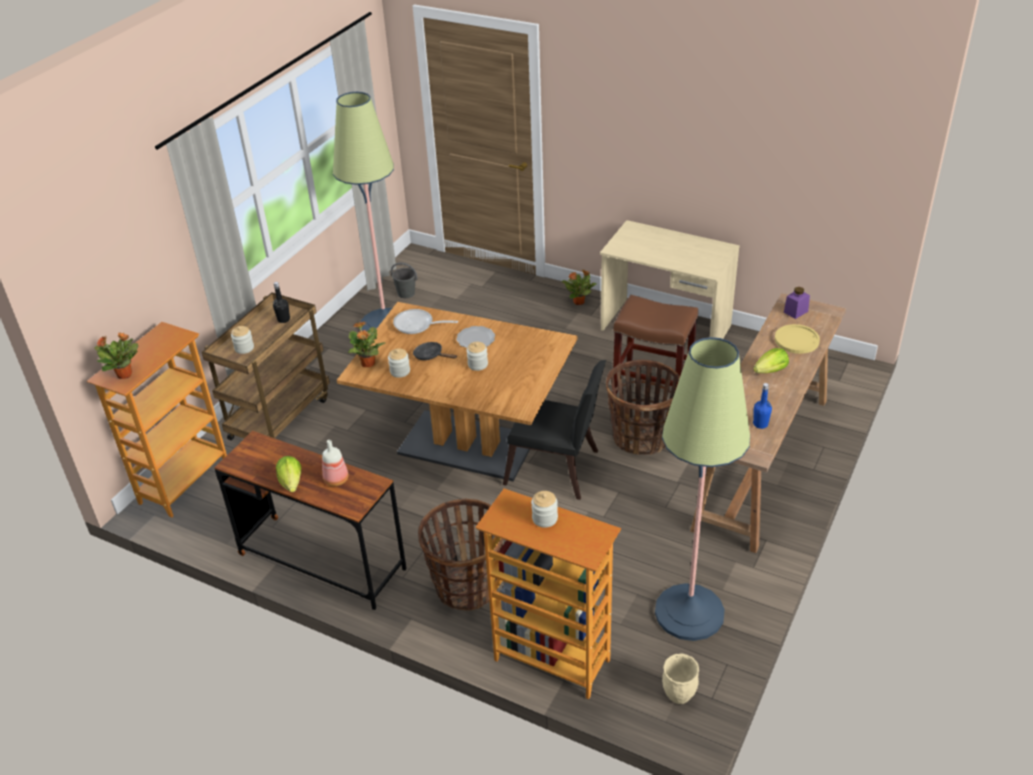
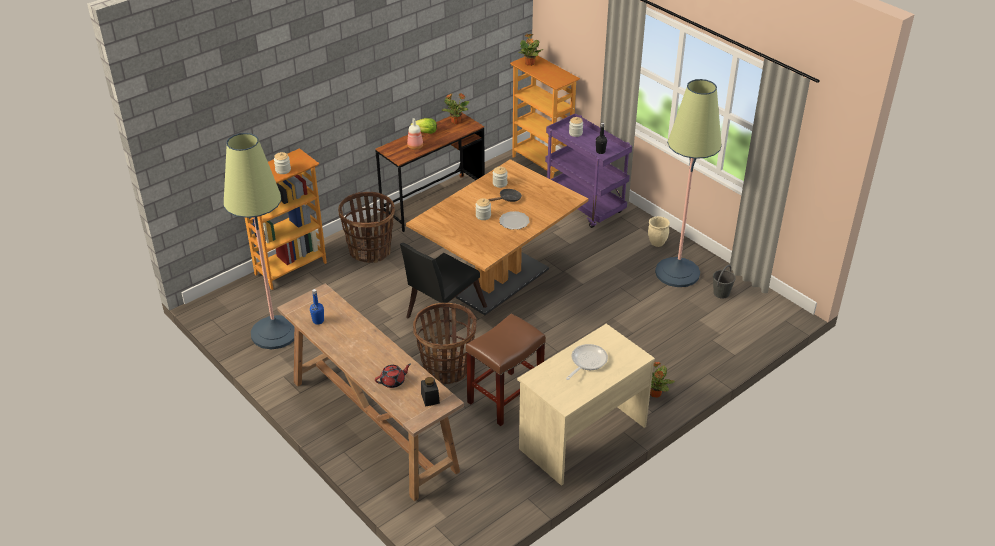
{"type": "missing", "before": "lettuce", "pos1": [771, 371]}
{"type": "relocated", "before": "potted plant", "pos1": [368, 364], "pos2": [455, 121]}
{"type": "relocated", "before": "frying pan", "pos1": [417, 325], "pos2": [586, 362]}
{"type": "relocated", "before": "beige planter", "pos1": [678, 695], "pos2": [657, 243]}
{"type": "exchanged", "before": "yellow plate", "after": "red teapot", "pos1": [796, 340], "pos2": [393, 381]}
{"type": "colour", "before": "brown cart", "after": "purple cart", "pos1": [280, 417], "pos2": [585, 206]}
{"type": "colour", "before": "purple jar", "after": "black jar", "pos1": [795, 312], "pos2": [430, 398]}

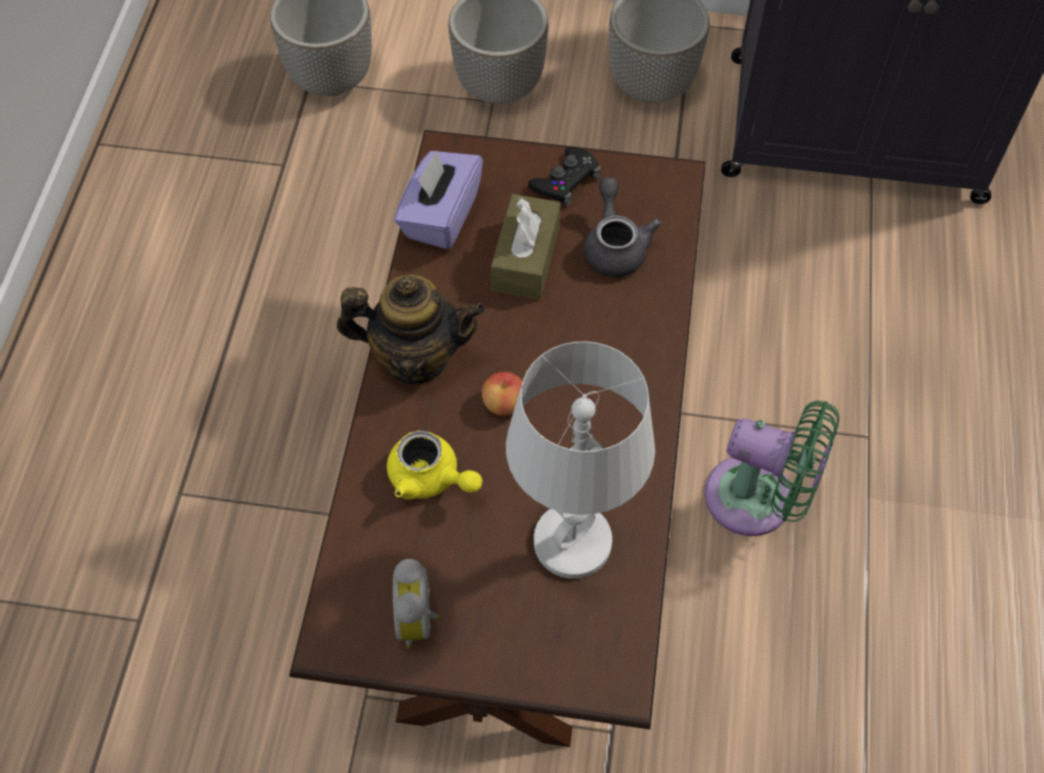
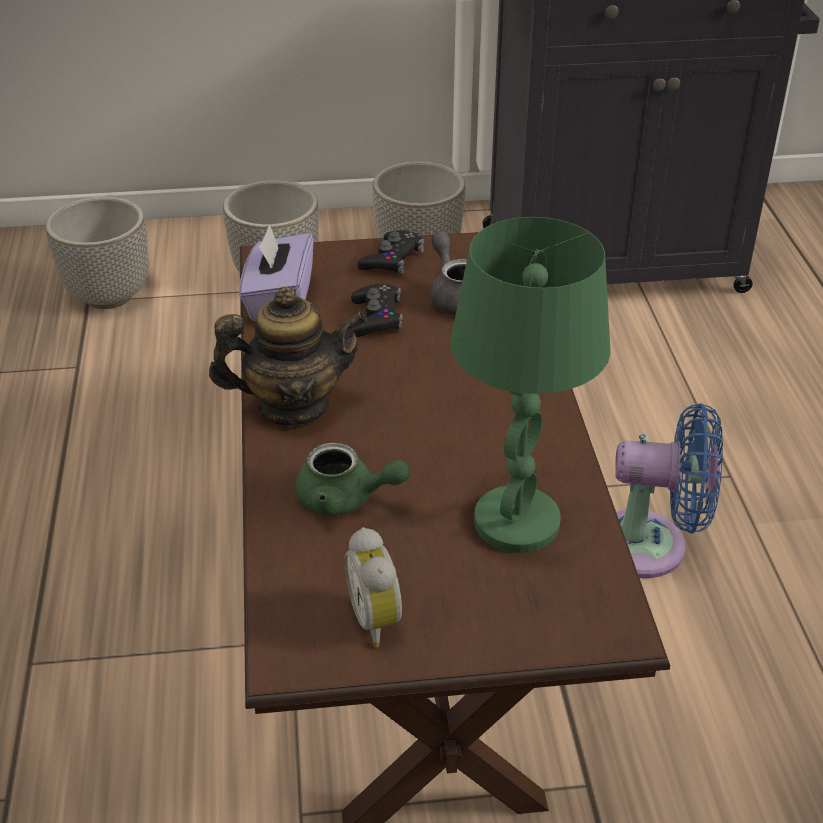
{"type": "missing", "before": "apple", "pos1": [504, 403]}
{"type": "exchanged", "before": "brown tissue box", "after": "black game controller", "pos1": [526, 258], "pos2": [376, 318]}
{"type": "colour", "before": "yellow teapot", "after": "green teapot", "pos1": [431, 479], "pos2": [346, 499]}
{"type": "colour", "before": "white table lamp", "after": "green table lamp", "pos1": [572, 541], "pos2": [516, 521]}
{"type": "colour", "before": "green fan", "after": "blue fan", "pos1": [758, 500], "pos2": [650, 546]}

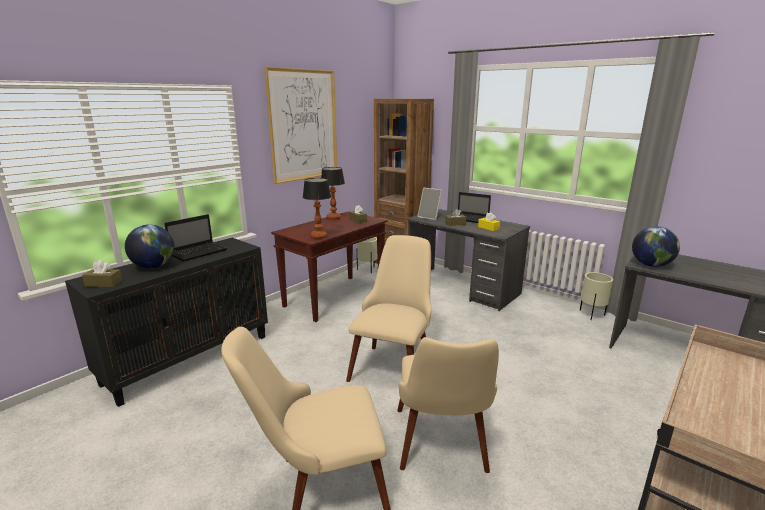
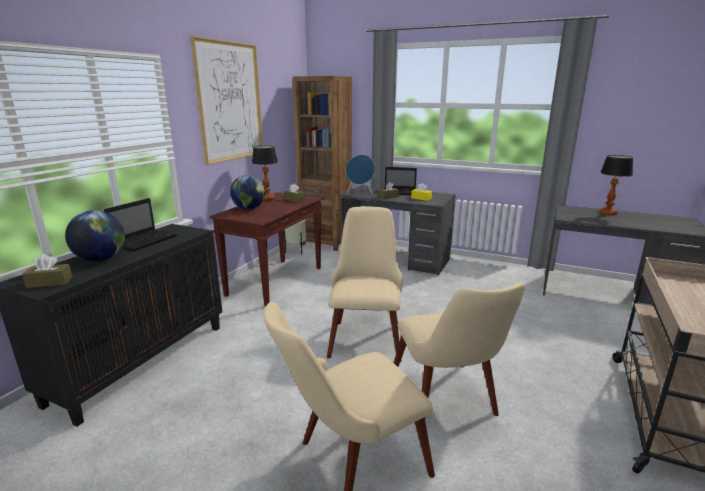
{"type": "missing", "before": "beige planter", "pos1": [592, 315]}
{"type": "relocated", "before": "table lamp", "pos1": [318, 236], "pos2": [607, 213]}
{"type": "relocated", "before": "globe", "pos1": [651, 265], "pos2": [249, 208]}
{"type": "exchanged", "before": "picture frame", "after": "blue speaker", "pos1": [430, 217], "pos2": [360, 193]}

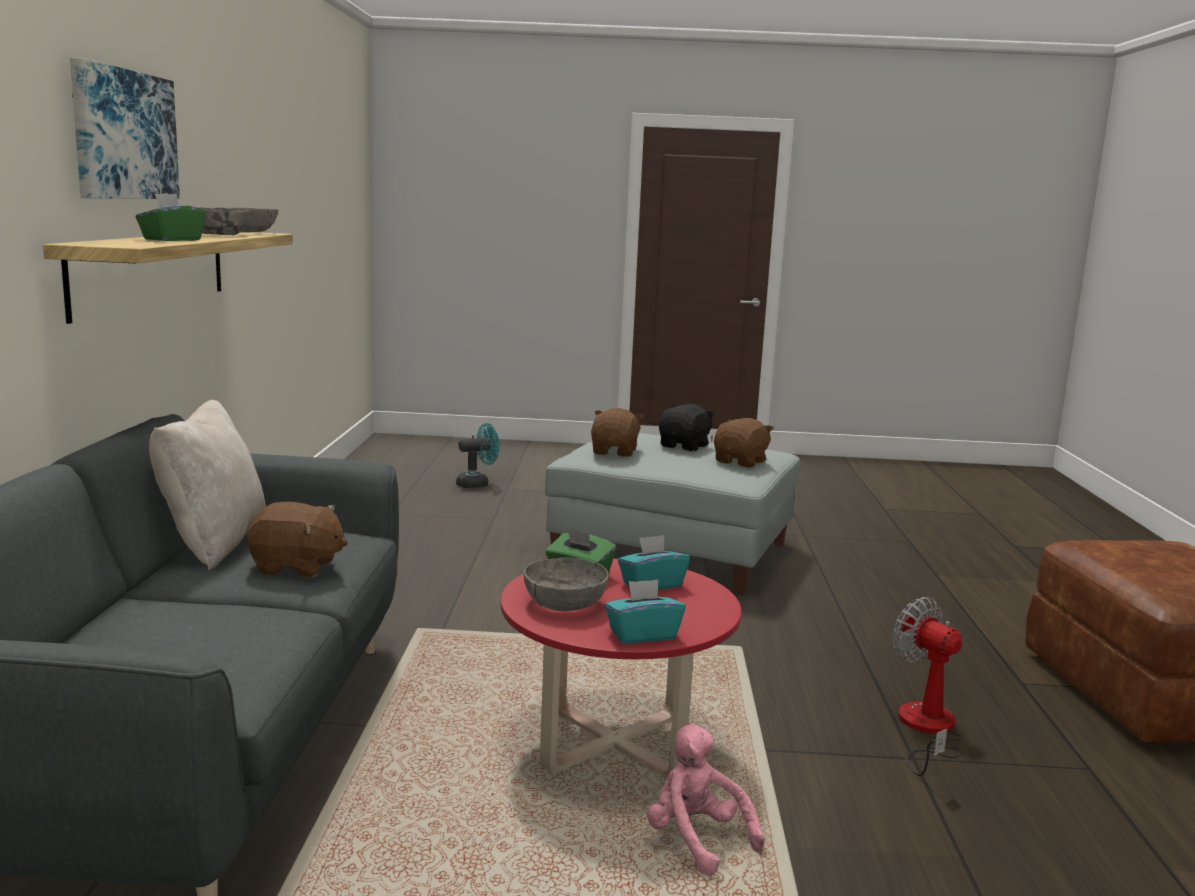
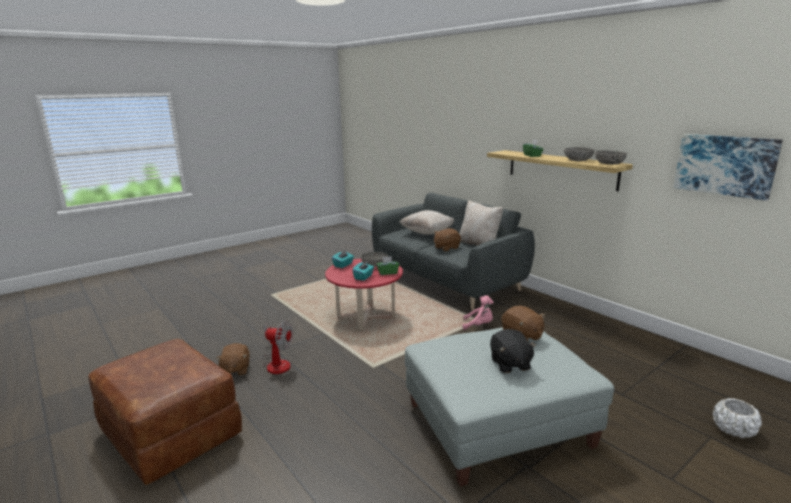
{"type": "appeared", "after": "beige pillow", "pos2": [427, 232]}
{"type": "relocated", "before": "picture", "pos1": [123, 135], "pos2": [724, 165]}
{"type": "relocated", "before": "pink plush toy", "pos1": [696, 839], "pos2": [479, 325]}
{"type": "relocated", "before": "brown plush toy", "pos1": [741, 462], "pos2": [235, 370]}
{"type": "exchanged", "before": "turquoise fan", "after": "white planter", "pos1": [477, 484], "pos2": [733, 430]}

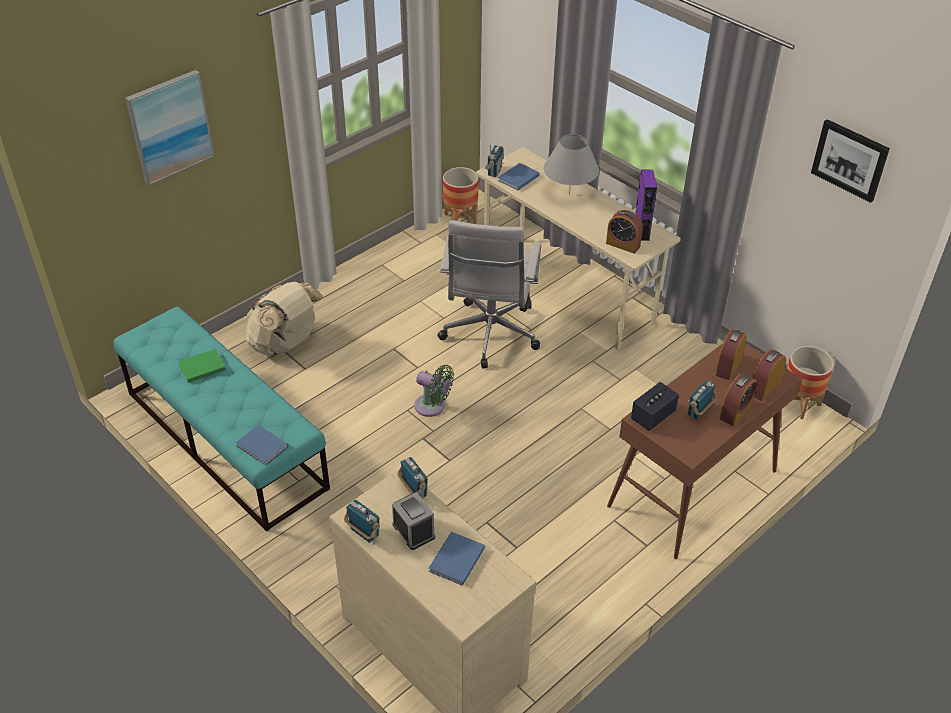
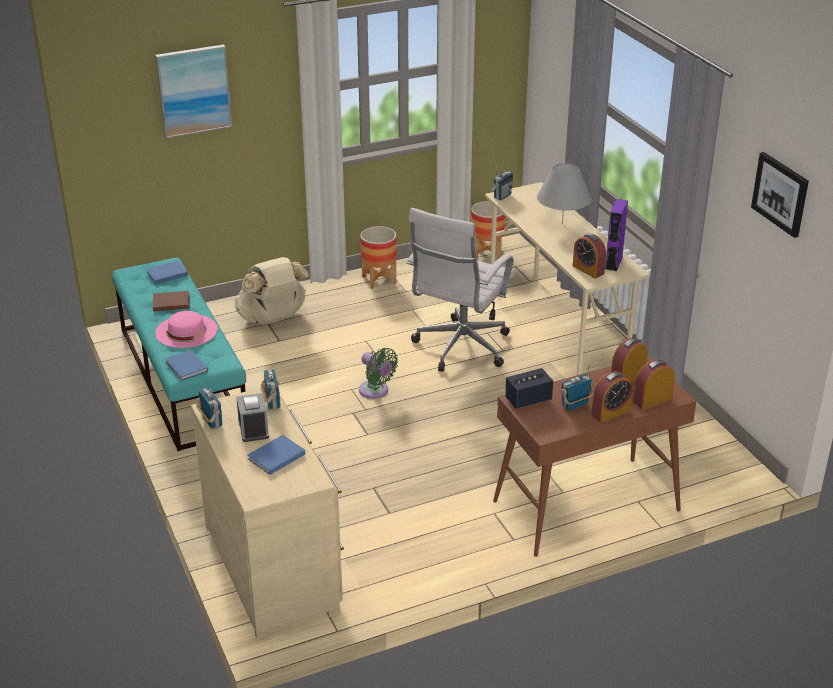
{"type": "appeared", "after": "pink hat", "pos2": [186, 331]}
{"type": "relocated", "before": "blue book", "pos1": [517, 178], "pos2": [166, 274]}
{"type": "relocated", "before": "planter", "pos1": [799, 403], "pos2": [379, 280]}
{"type": "colour", "before": "green book", "after": "brown book", "pos1": [201, 367], "pos2": [170, 302]}

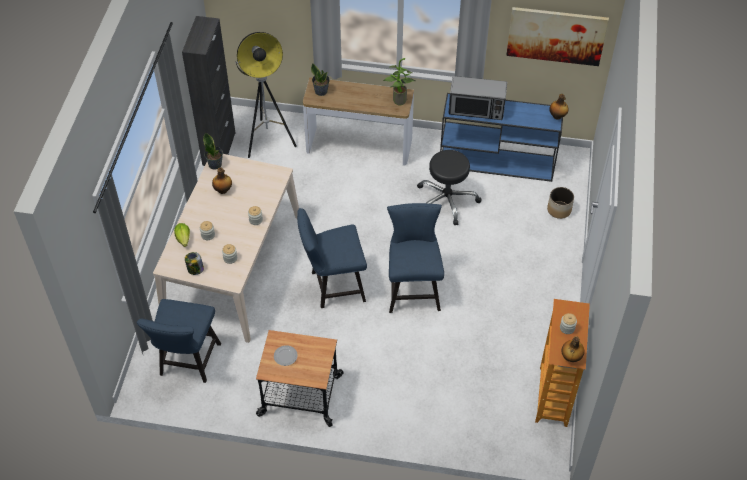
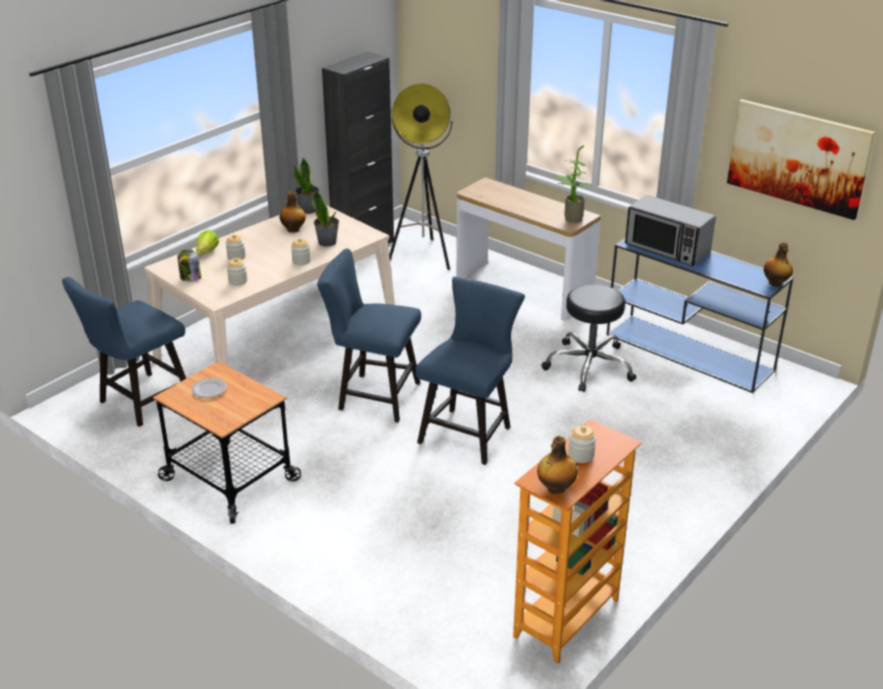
{"type": "missing", "before": "planter", "pos1": [559, 210]}
{"type": "relocated", "before": "potted plant", "pos1": [321, 91], "pos2": [327, 242]}

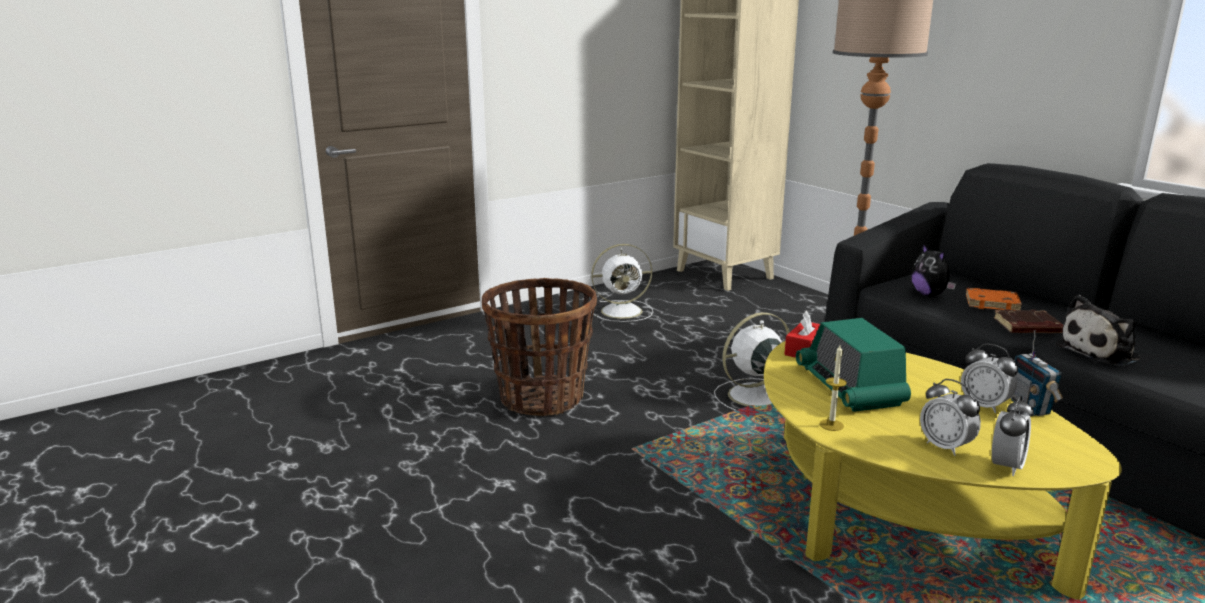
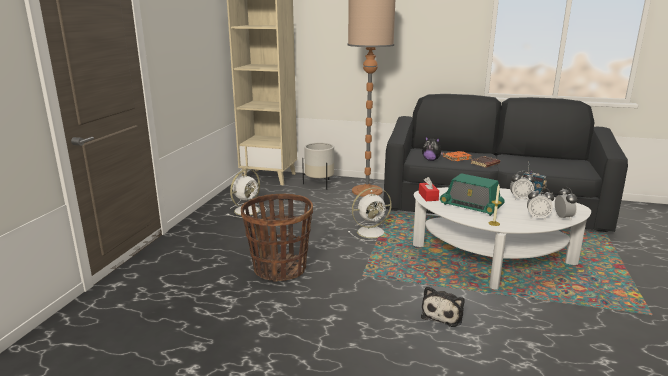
{"type": "appeared", "after": "white planter", "pos2": [319, 184]}
{"type": "relocated", "before": "plush toy", "pos1": [1101, 352], "pos2": [443, 314]}
{"type": "colour", "before": "yellow coffee table", "after": "white coffee table", "pos1": [893, 515], "pos2": [492, 260]}
{"type": "spun", "before": "white fan", "pos1": [752, 396], "pos2": [372, 232], "turn": -135}

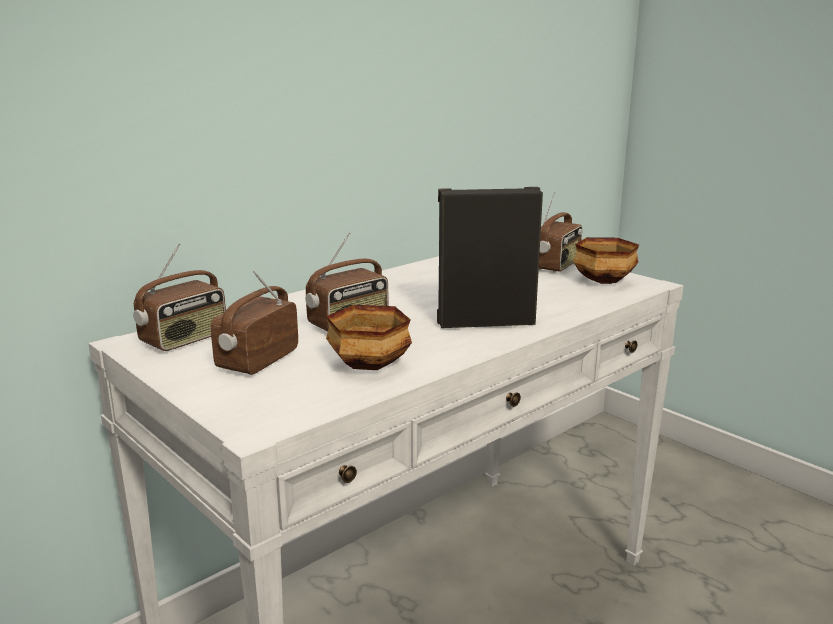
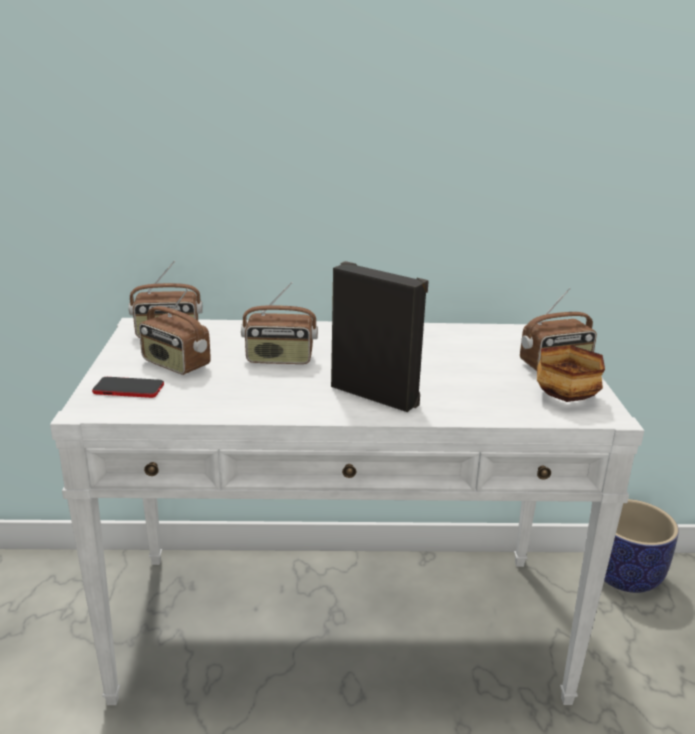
{"type": "missing", "before": "bowl", "pos1": [369, 366]}
{"type": "appeared", "after": "phone", "pos2": [128, 389]}
{"type": "appeared", "after": "planter", "pos2": [626, 576]}
{"type": "spun", "before": "radio", "pos1": [257, 360], "pos2": [175, 364], "turn": -120}

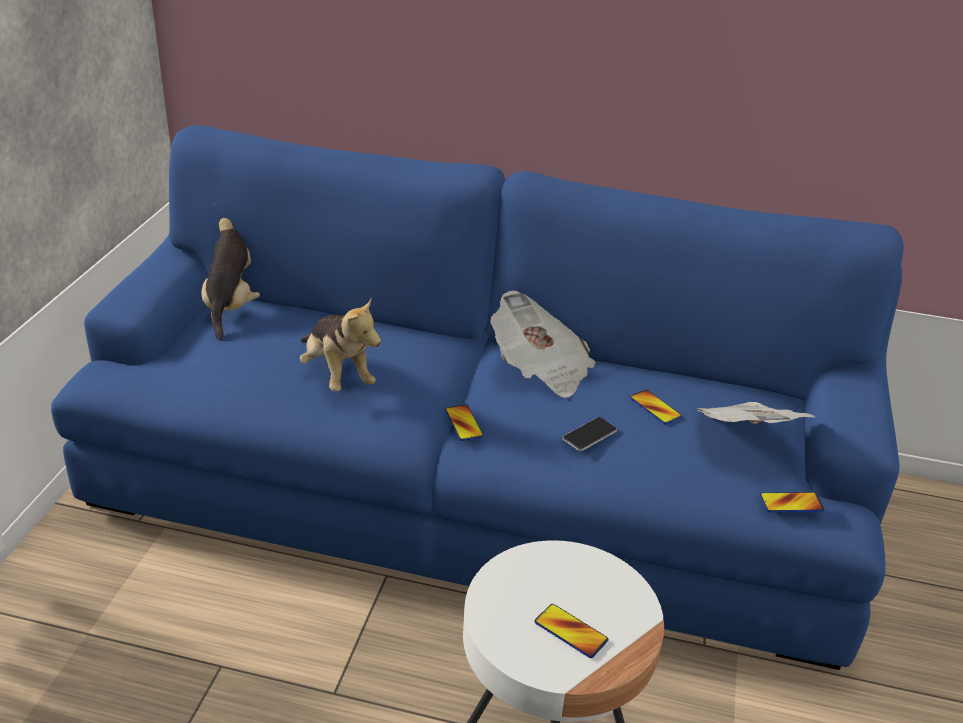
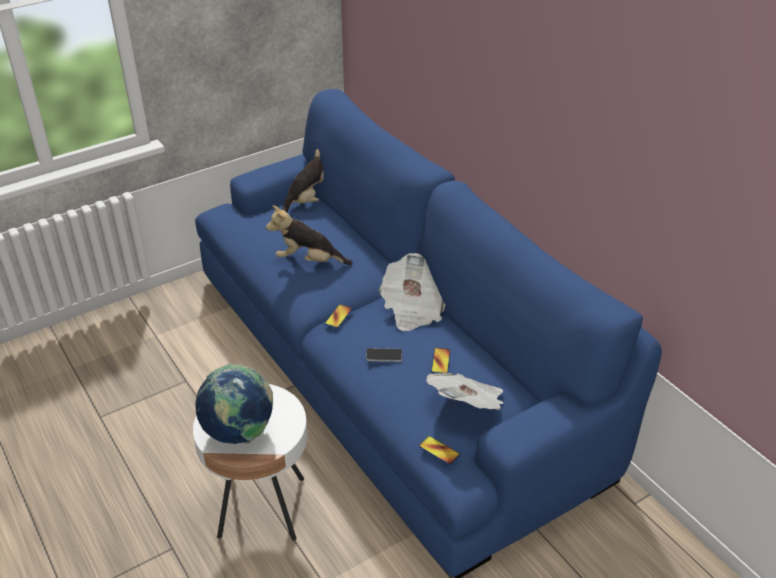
{"type": "exchanged", "before": "phone", "after": "globe", "pos1": [570, 631], "pos2": [239, 432]}
{"type": "spun", "before": "plush toy", "pos1": [337, 375], "pos2": [309, 261], "turn": 90}

